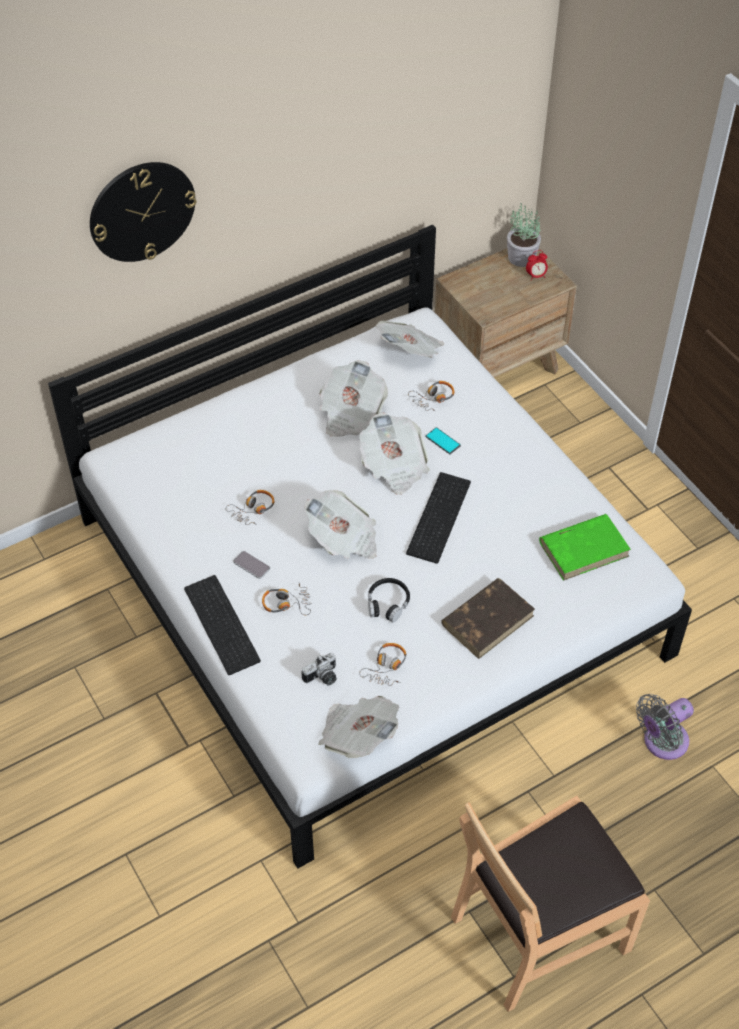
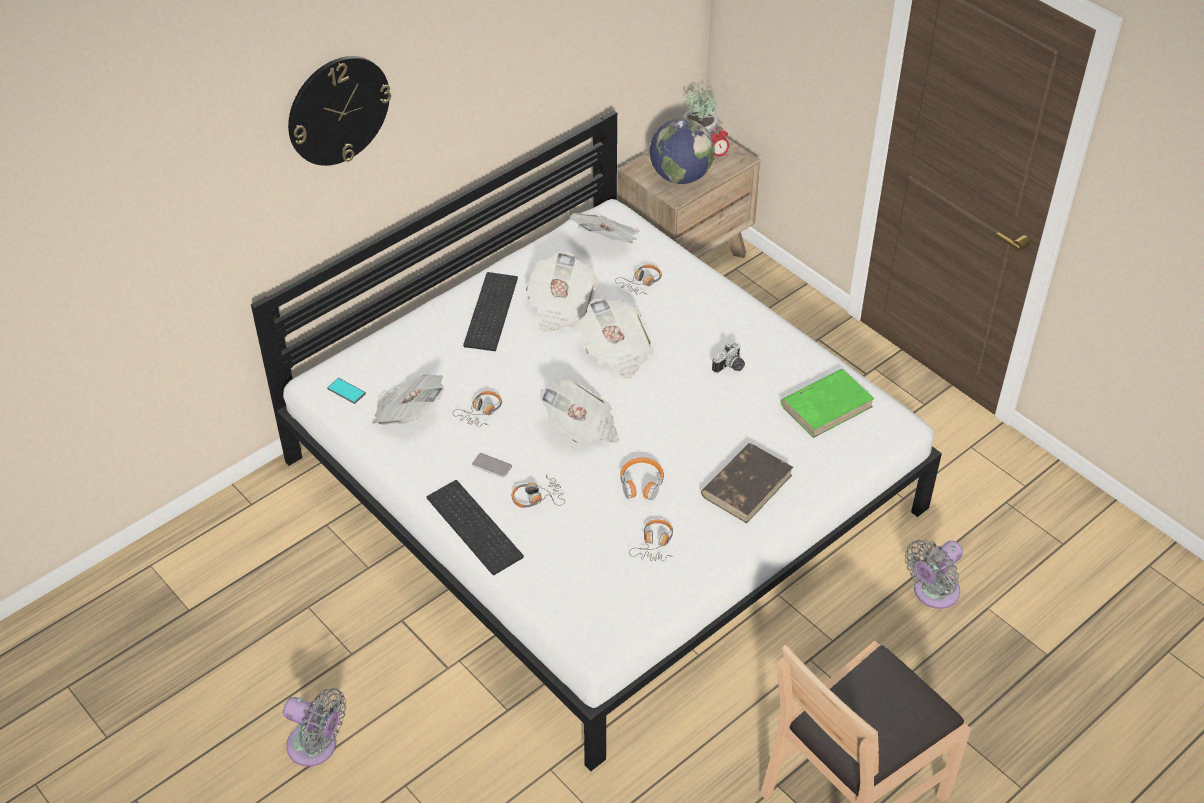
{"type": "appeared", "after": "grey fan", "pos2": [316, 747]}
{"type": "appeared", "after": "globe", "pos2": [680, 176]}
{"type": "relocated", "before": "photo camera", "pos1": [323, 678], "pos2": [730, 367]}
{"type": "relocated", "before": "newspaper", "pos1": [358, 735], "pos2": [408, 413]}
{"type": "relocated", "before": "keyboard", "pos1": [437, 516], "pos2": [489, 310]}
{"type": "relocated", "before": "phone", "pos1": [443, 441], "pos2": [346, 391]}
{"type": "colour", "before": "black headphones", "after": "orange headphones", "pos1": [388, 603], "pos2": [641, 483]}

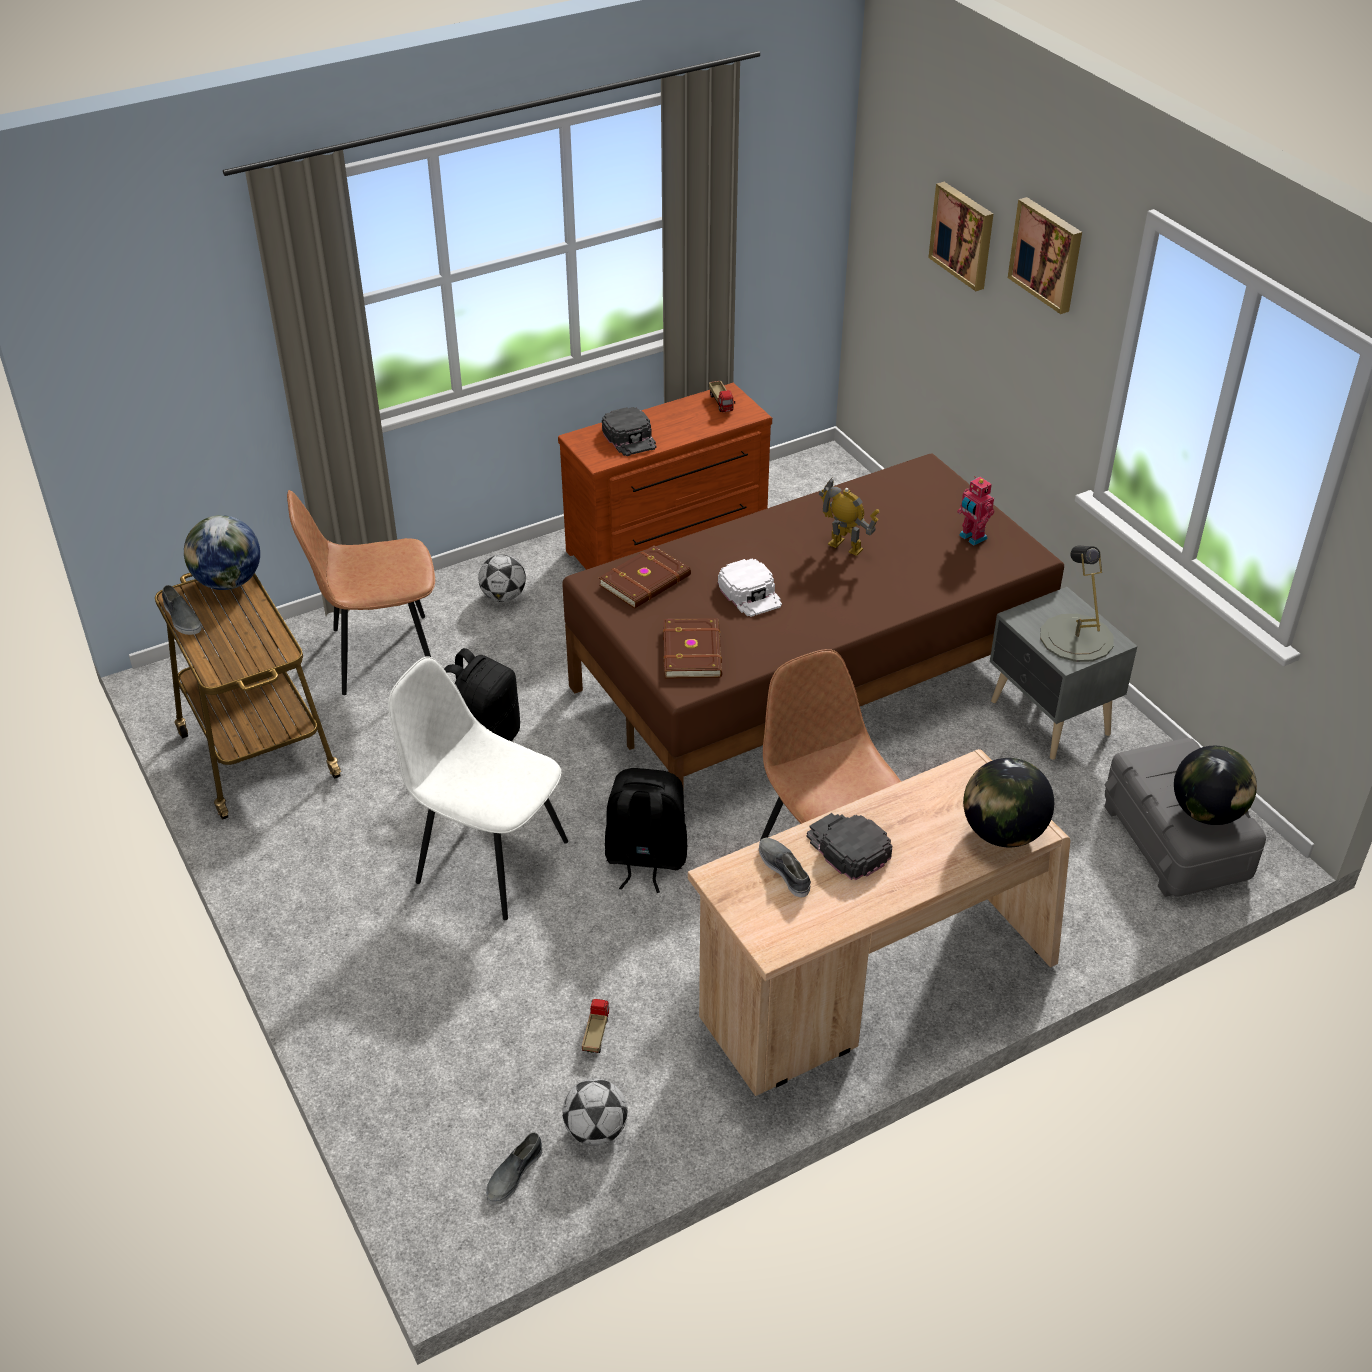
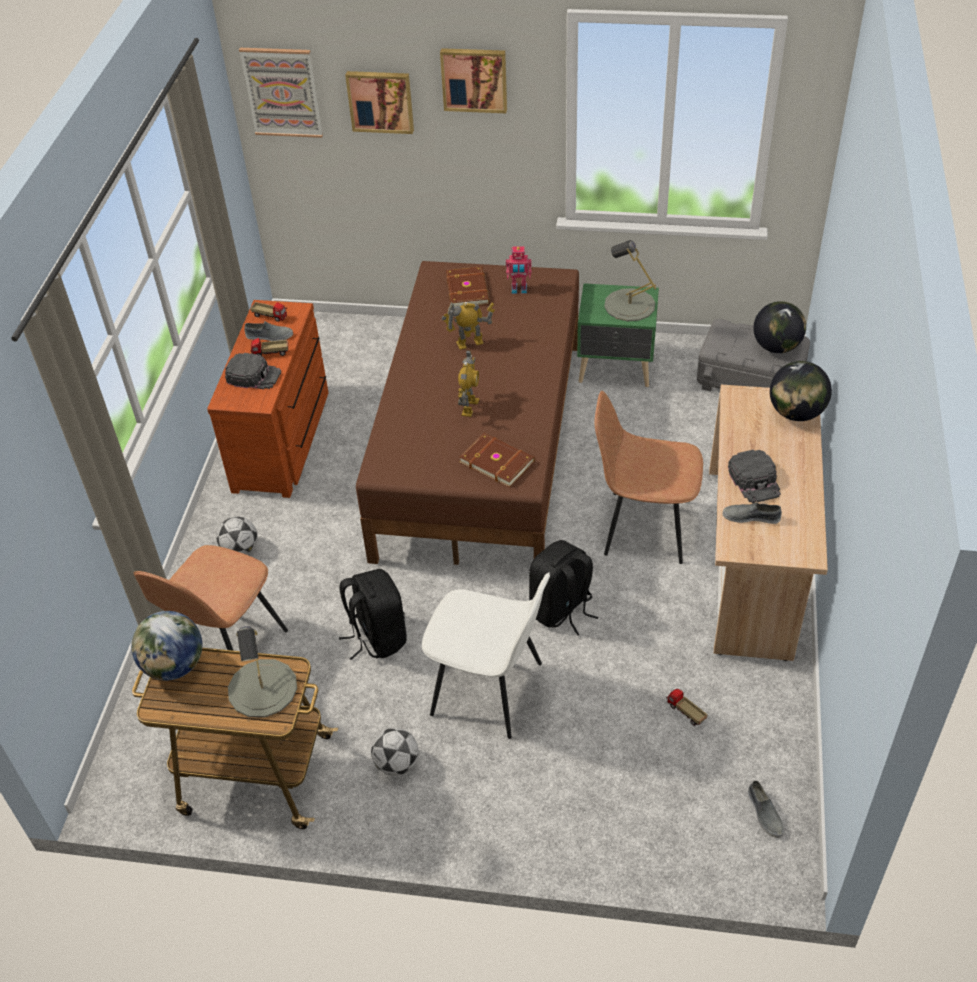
{"type": "appeared", "after": "grey table lamp", "pos2": [263, 688]}
{"type": "appeared", "after": "picture", "pos2": [282, 92]}
{"type": "appeared", "after": "toy truck", "pos2": [270, 353]}
{"type": "relocated", "before": "grey shoe", "pos1": [182, 618], "pos2": [269, 336]}
{"type": "relocated", "before": "football", "pos1": [596, 1130], "pos2": [397, 763]}
{"type": "relocated", "before": "brown book", "pos1": [646, 581], "pos2": [468, 289]}
{"type": "exchanged", "before": "white cap", "after": "toy robot", "pos1": [750, 593], "pos2": [469, 407]}
{"type": "colour", "before": "grey nightstand", "after": "green nightstand", "pos1": [1049, 720], "pos2": [616, 369]}
{"type": "spun", "before": "white chair", "pos1": [489, 860], "pos2": [490, 690], "turn": -135}
{"type": "spun", "before": "black cap", "pos1": [847, 847], "pos2": [755, 480], "turn": -105}

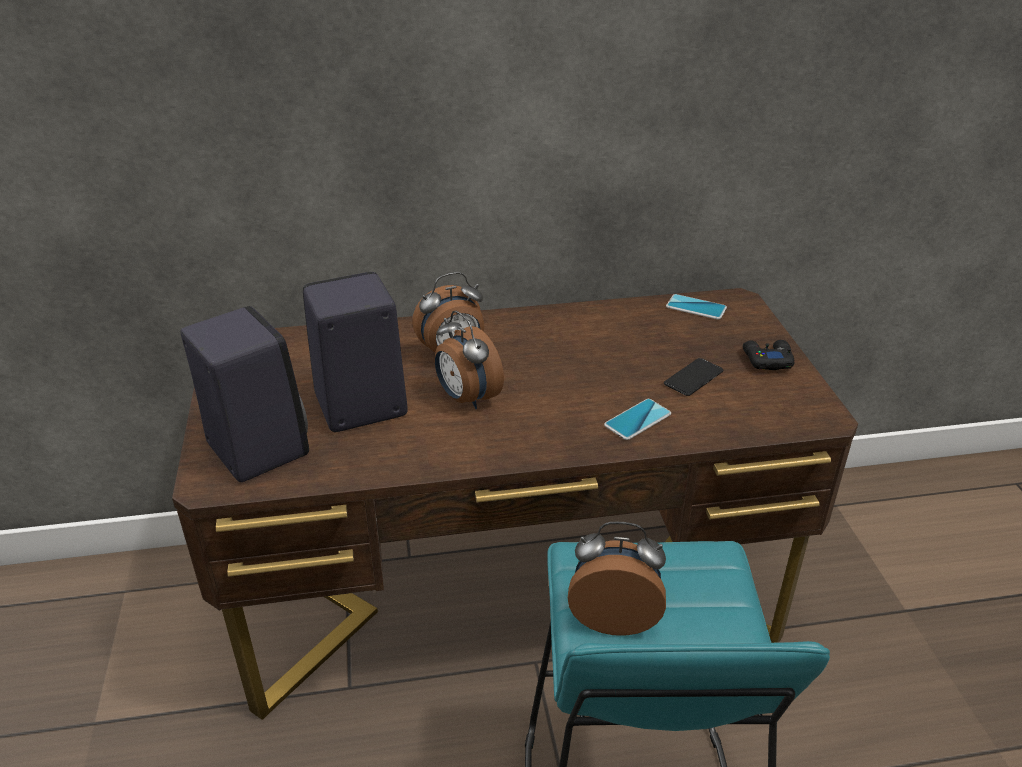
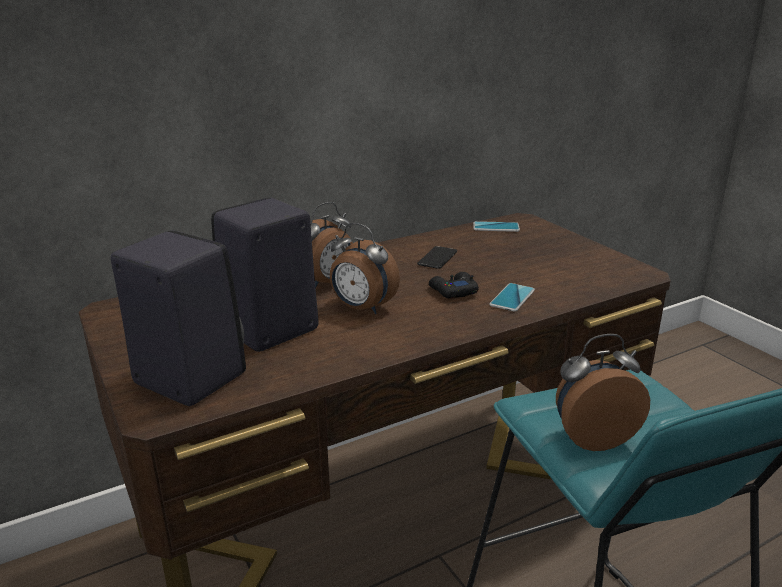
{"type": "relocated", "before": "phone", "pos1": [693, 378], "pos2": [437, 258]}
{"type": "relocated", "before": "black game controller", "pos1": [767, 360], "pos2": [453, 291]}

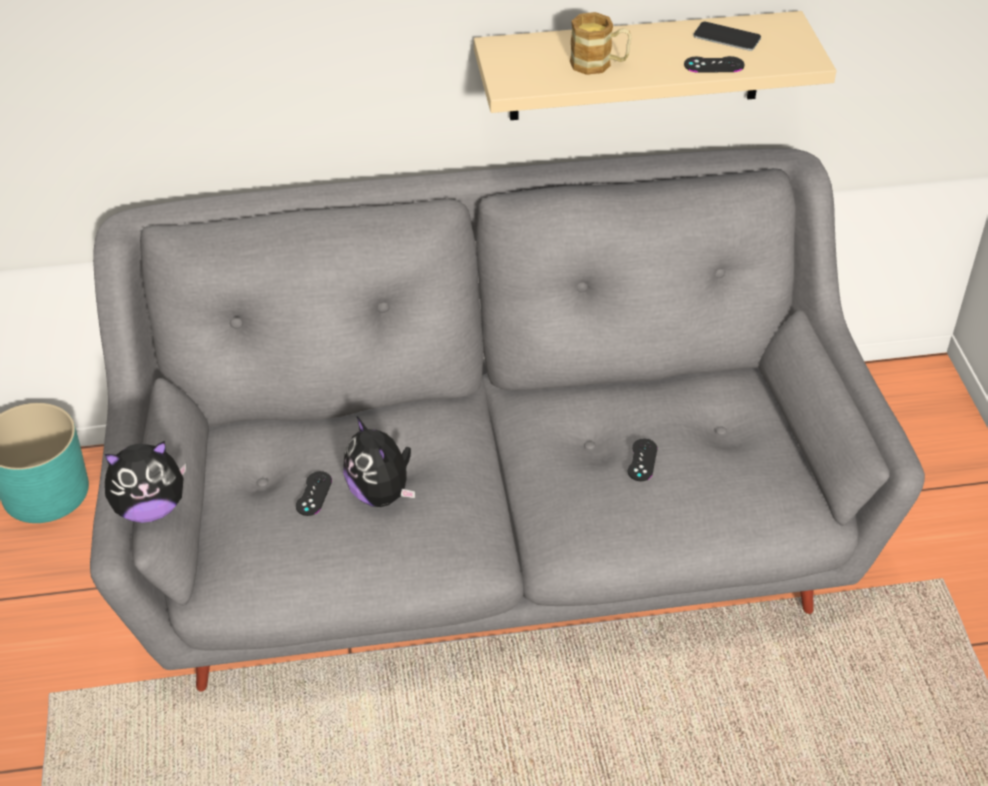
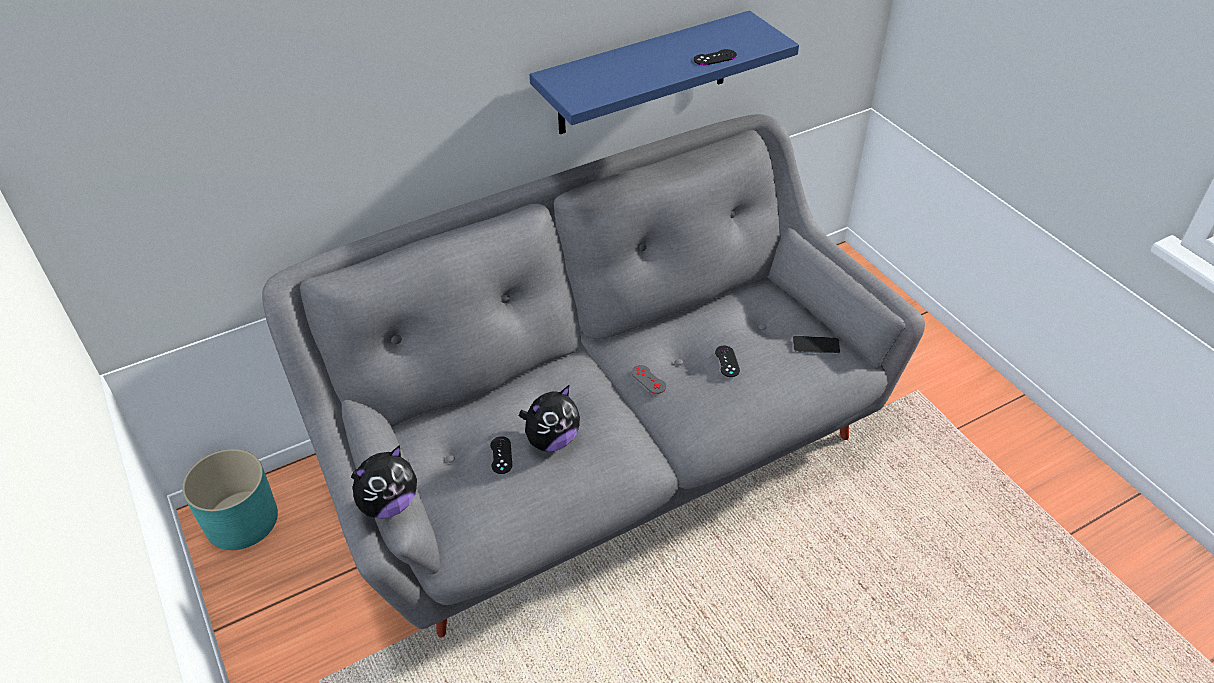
{"type": "missing", "before": "mug", "pos1": [599, 64]}
{"type": "appeared", "after": "grey game controller", "pos2": [648, 379]}
{"type": "relocated", "before": "phone", "pos1": [727, 37], "pos2": [816, 345]}
{"type": "colour", "before": "beige shelf", "after": "blue shelf", "pos1": [636, 66], "pos2": [643, 74]}
{"type": "spun", "before": "plush toy", "pos1": [381, 493], "pos2": [551, 440], "turn": -75}

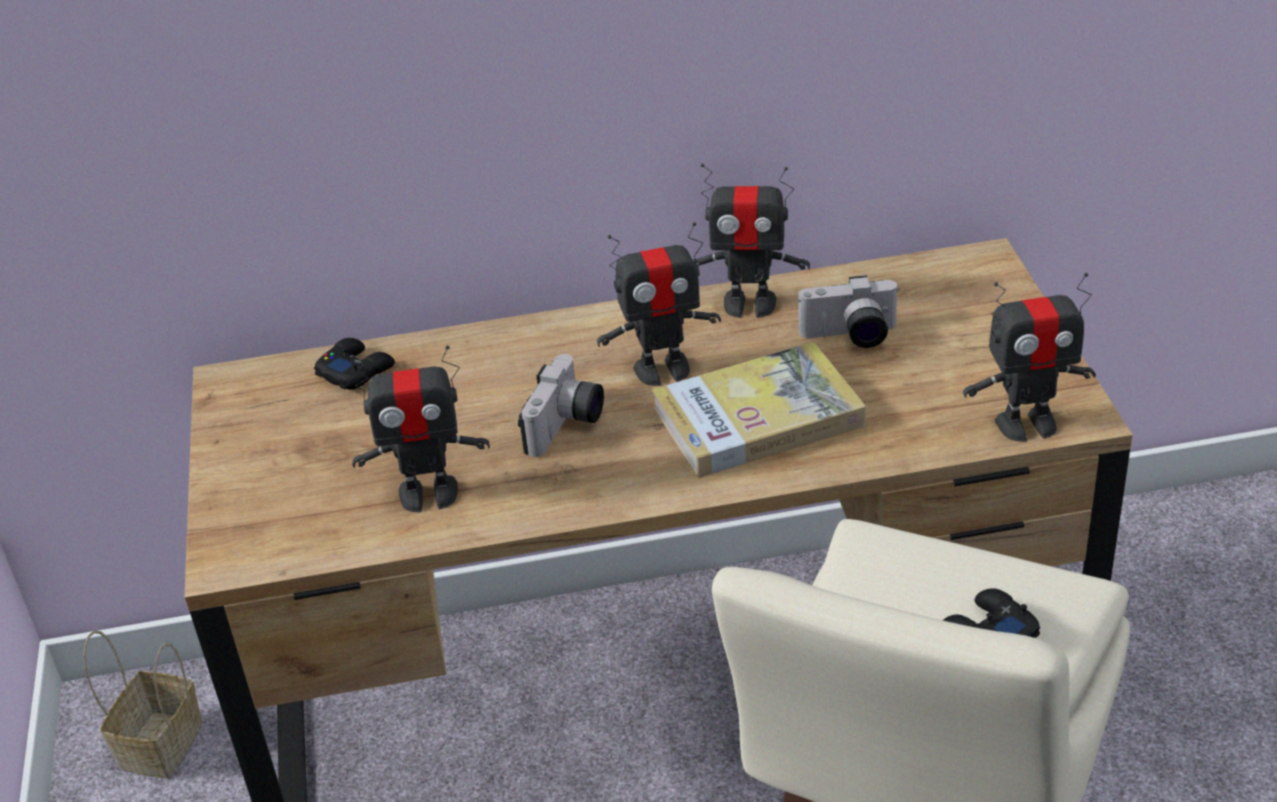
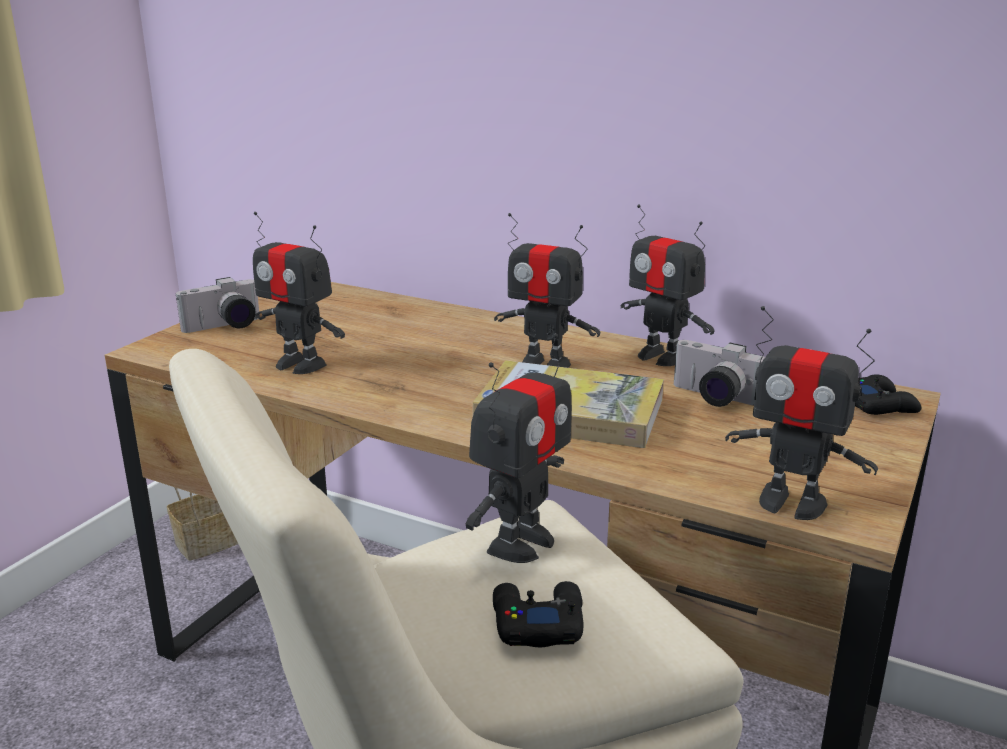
{"type": "appeared", "after": "toy robot", "pos2": [520, 543]}
{"type": "relocated", "before": "black game controller", "pos1": [355, 371], "pos2": [878, 405]}
{"type": "relocated", "before": "photo camera", "pos1": [567, 426], "pos2": [225, 327]}

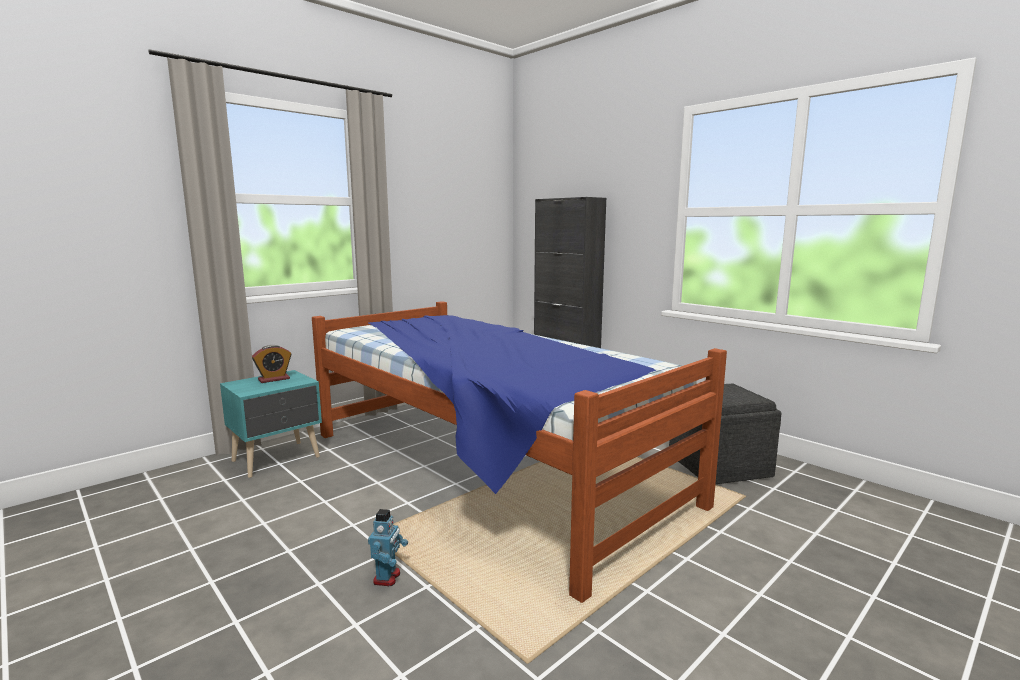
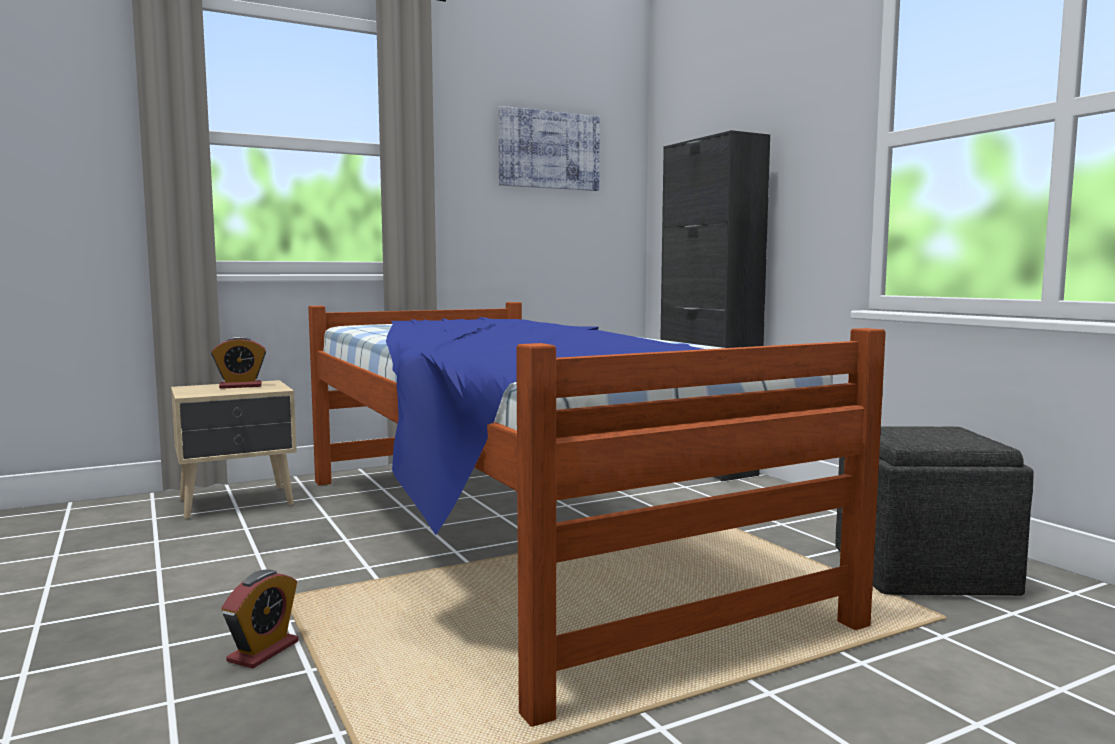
{"type": "appeared", "after": "picture", "pos2": [549, 150]}
{"type": "exchanged", "before": "toy robot", "after": "alarm clock", "pos1": [387, 577], "pos2": [263, 651]}
{"type": "colour", "before": "turquoise nightstand", "after": "beige nightstand", "pos1": [278, 459], "pos2": [238, 502]}

